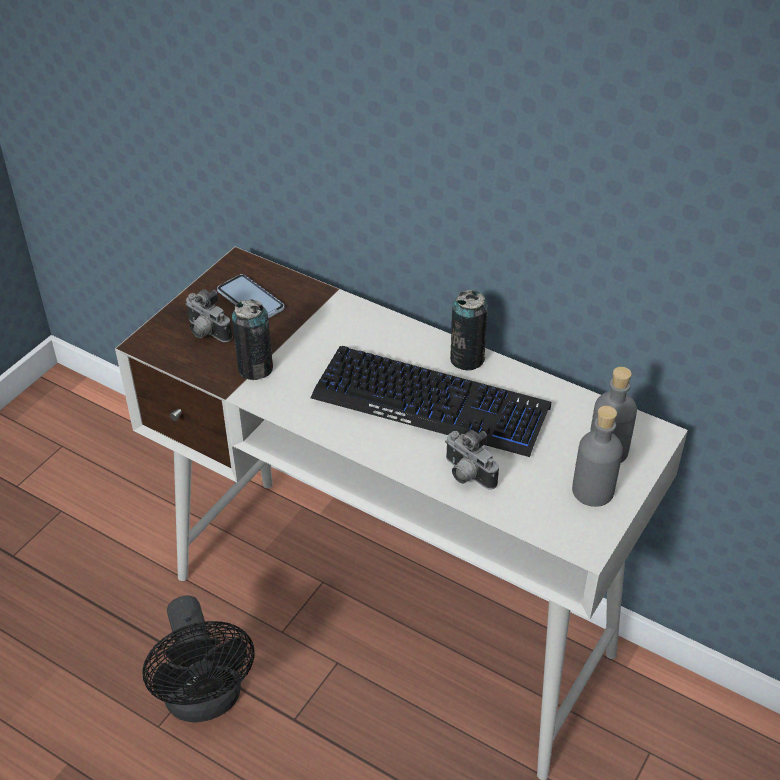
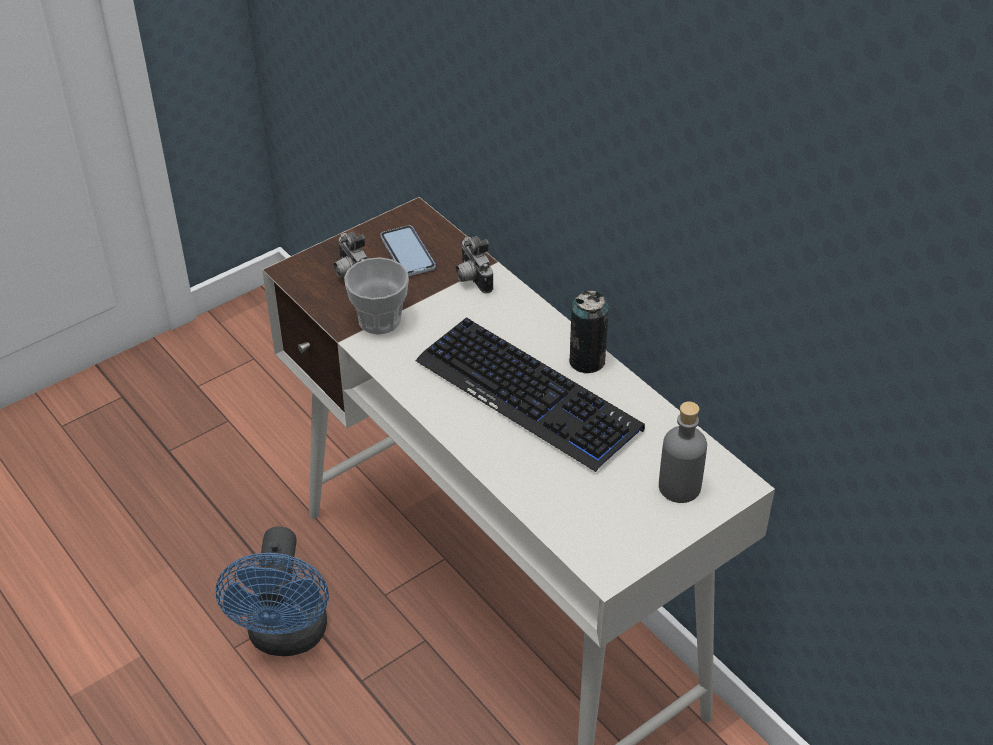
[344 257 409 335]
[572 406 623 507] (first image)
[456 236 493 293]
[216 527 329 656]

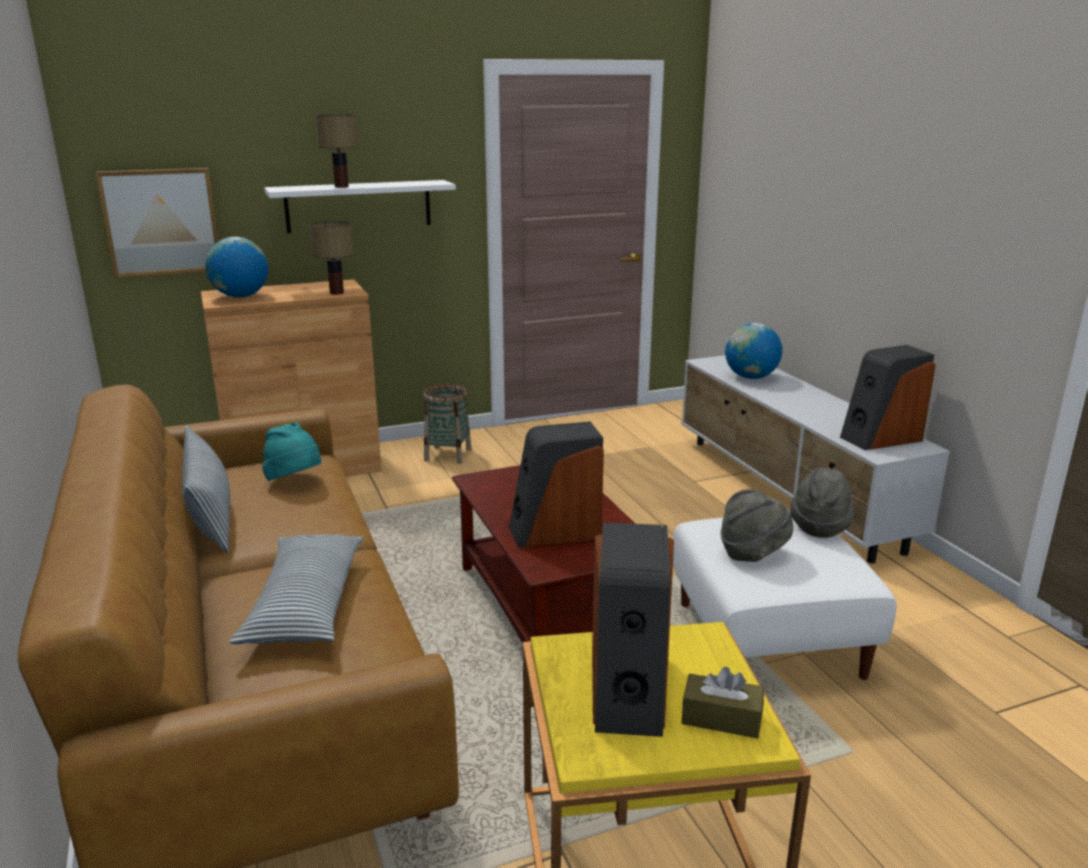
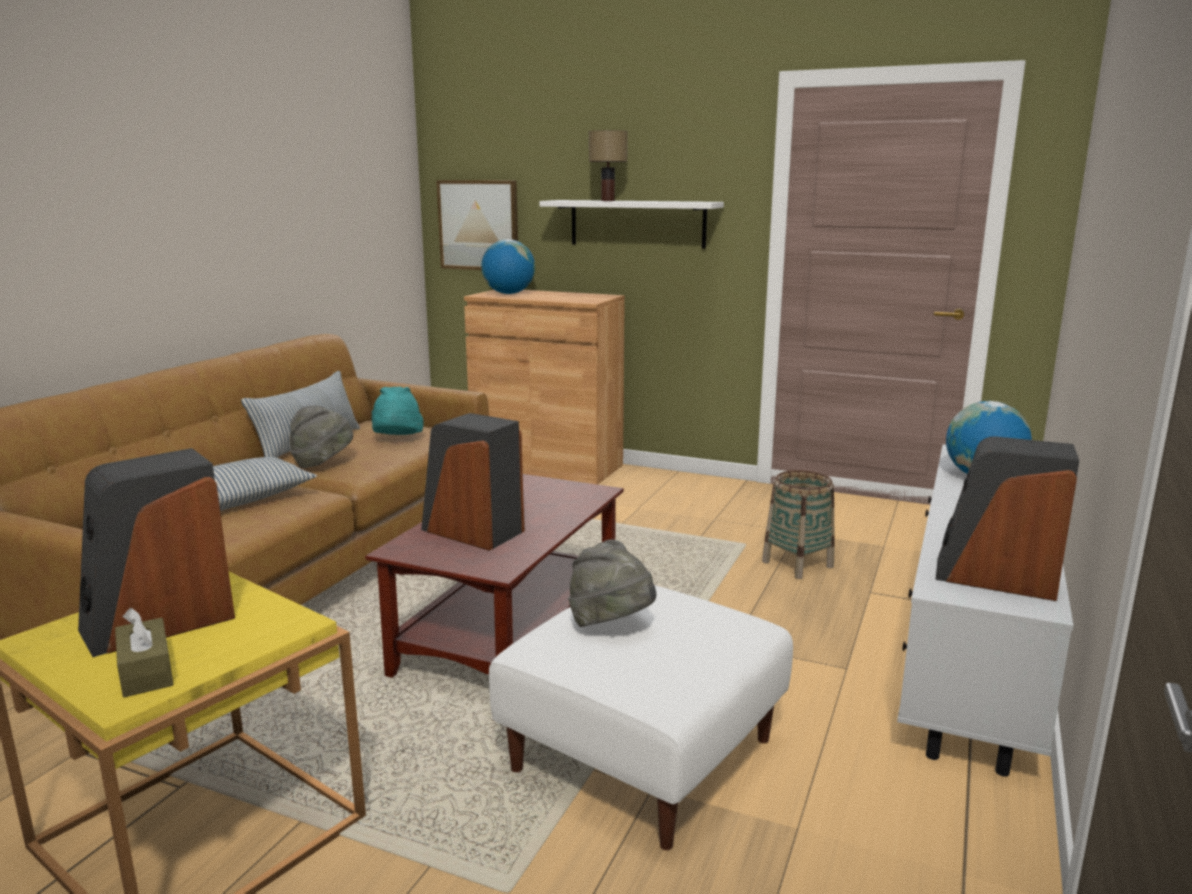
[310 221 354 295] (first image)
[762 470 835 579]
[290 406 353 468]

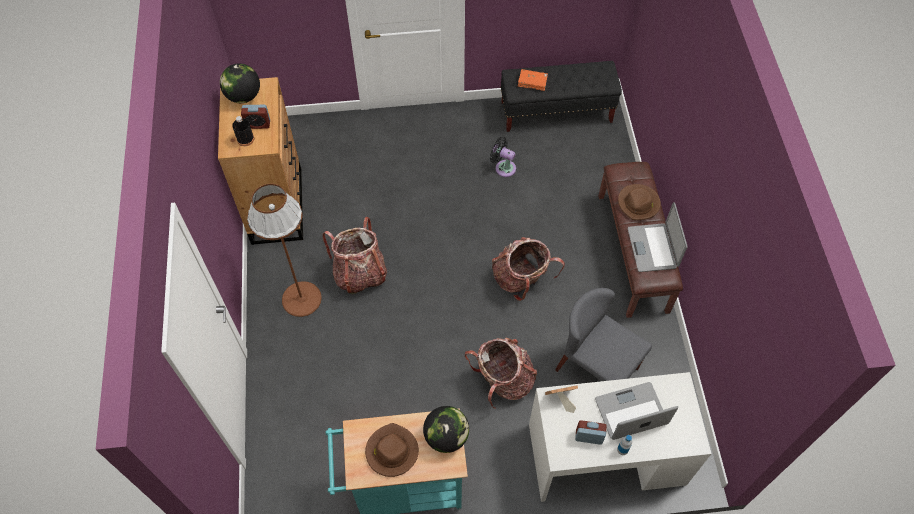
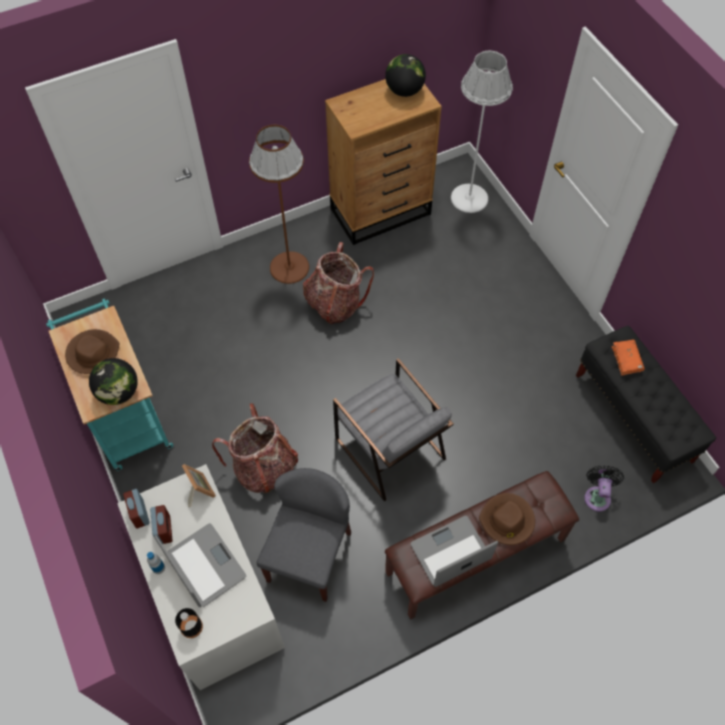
[123 489 150 529]
[175 608 203 638]
[584 465 624 512]
[333 358 454 501]
[451 51 513 213]

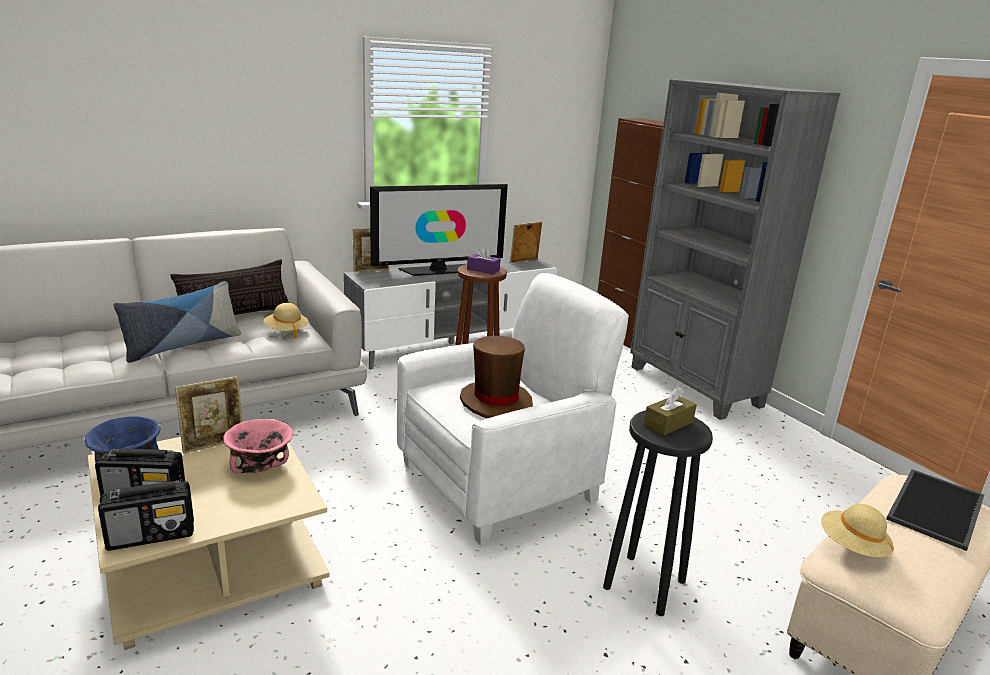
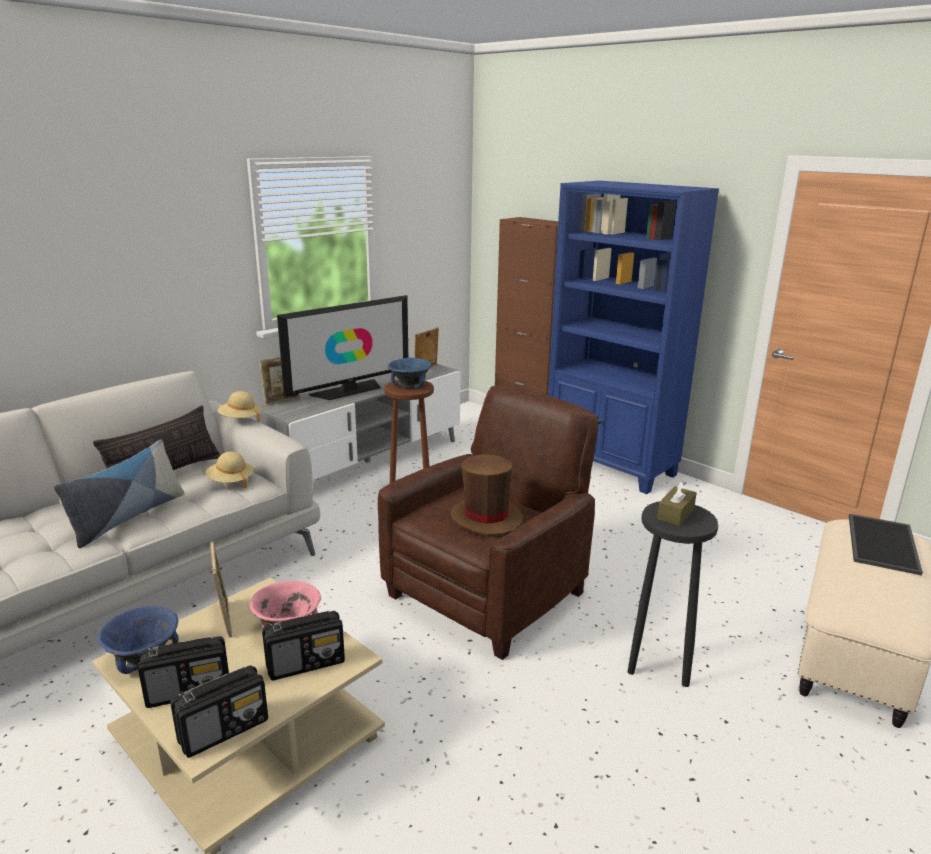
[548 181 719 494]
[388 358 432 389]
[378 385 598 660]
[210 541 232 637]
[218 391 262 422]
[262 611 345 681]

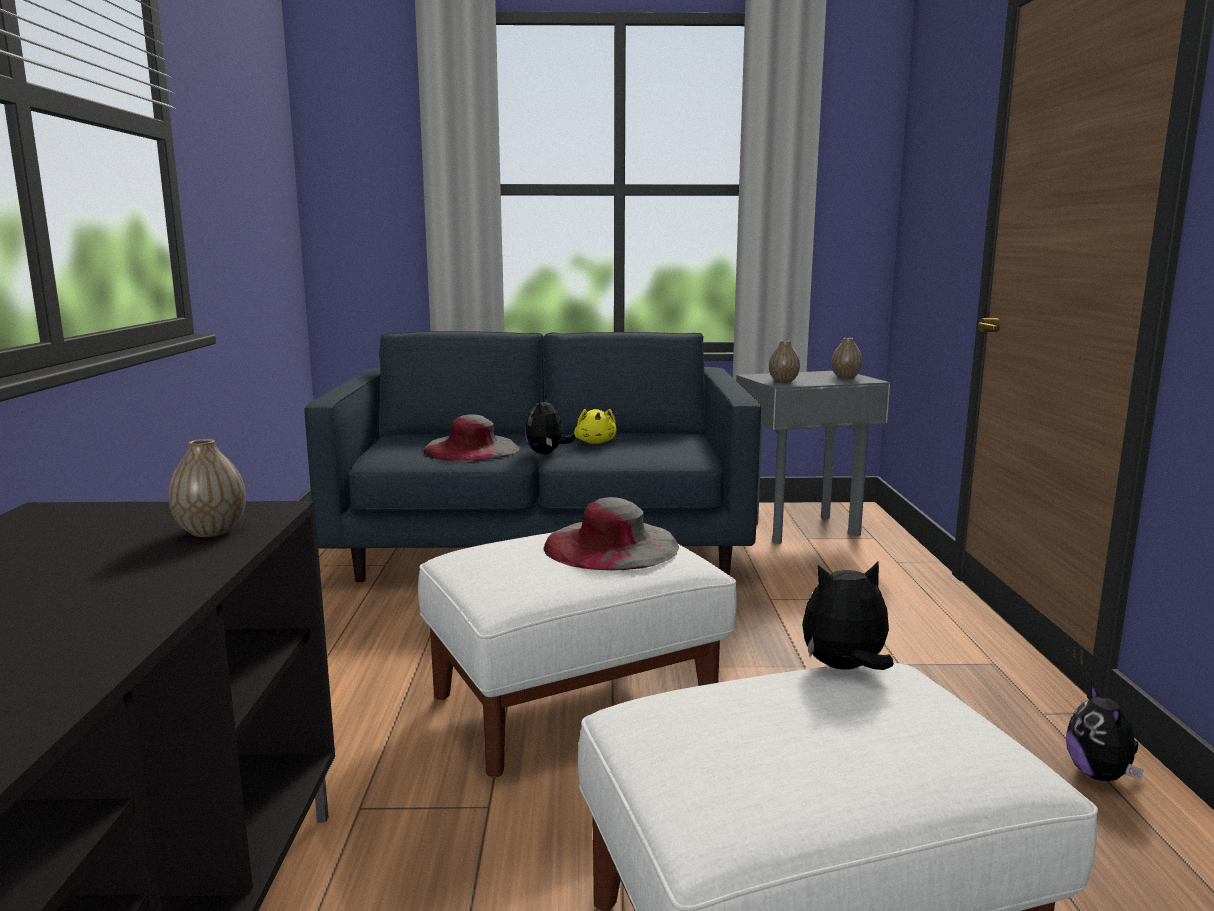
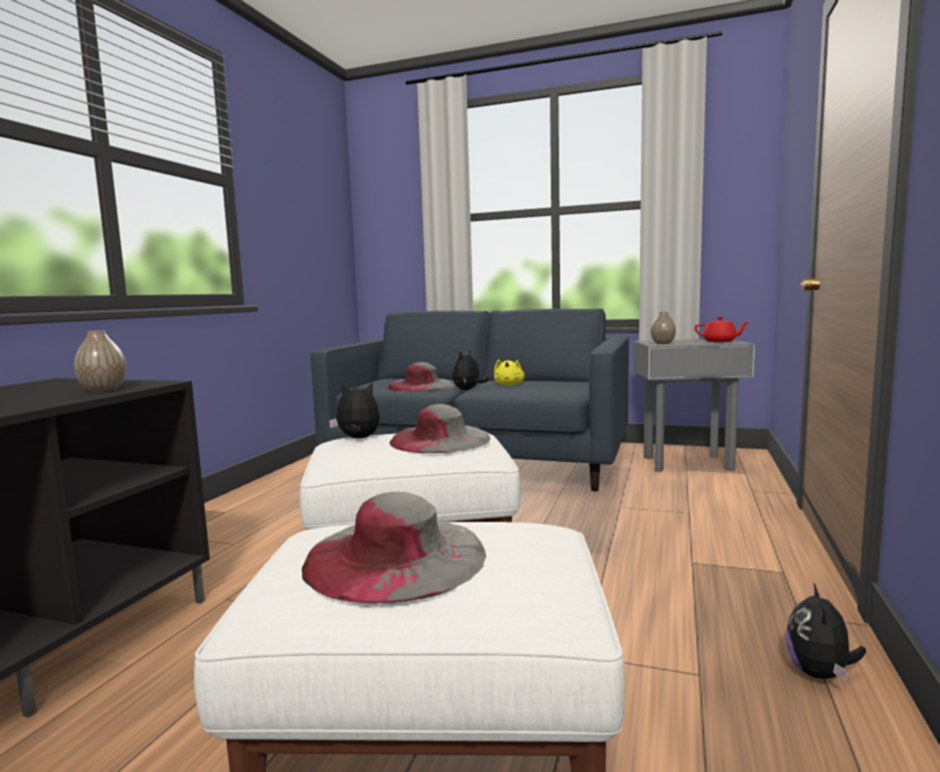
[695 317 749 342]
[329 383 380 438]
[302 492 486 603]

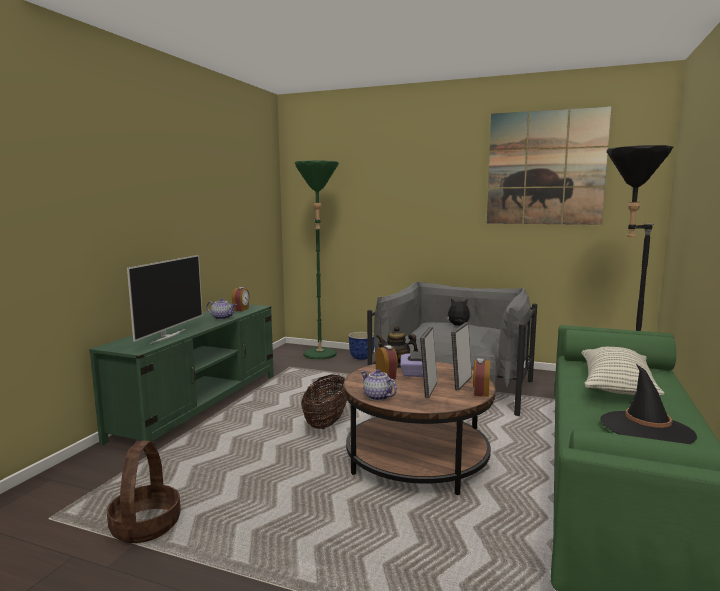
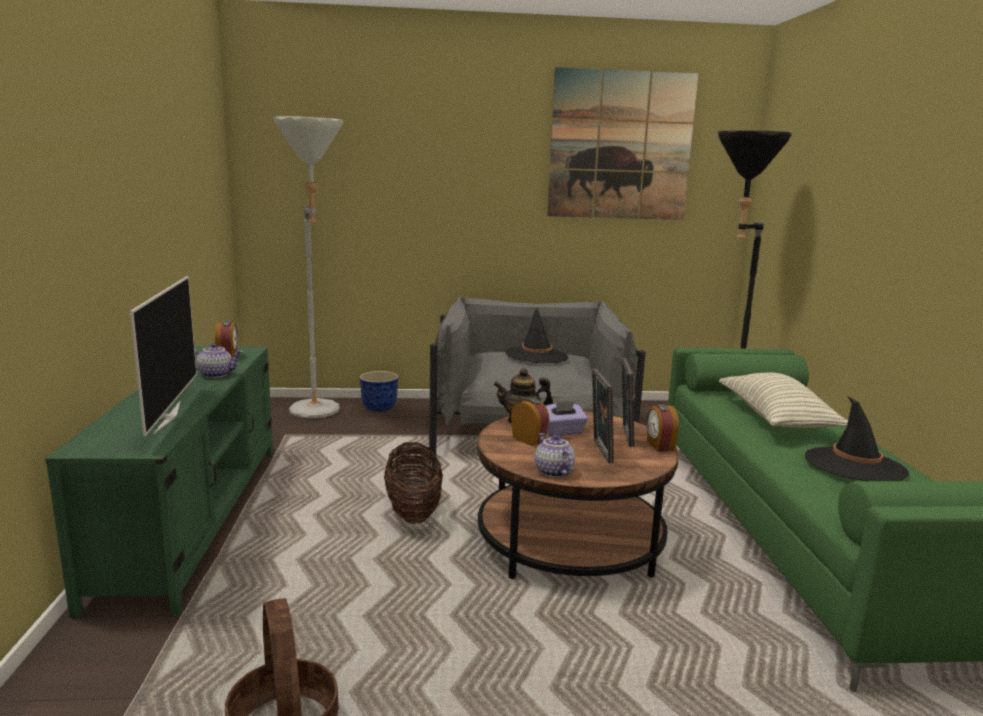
[273 116 343 419]
[505 307 569 363]
[535 433 575 477]

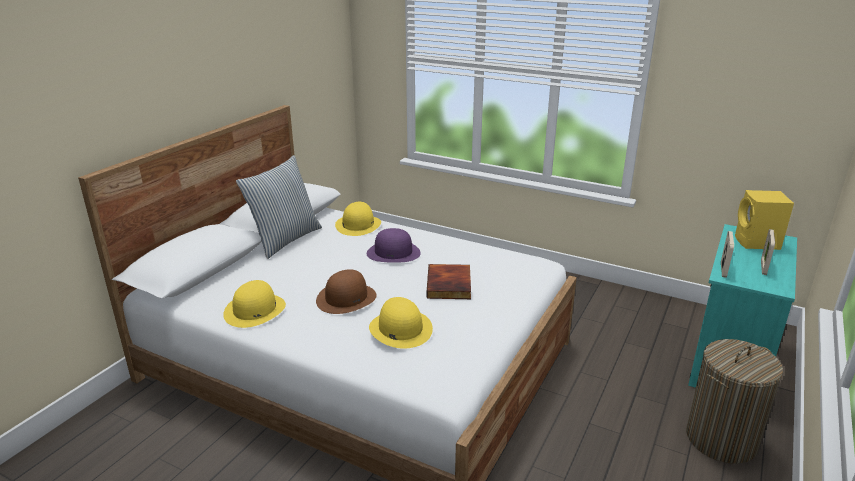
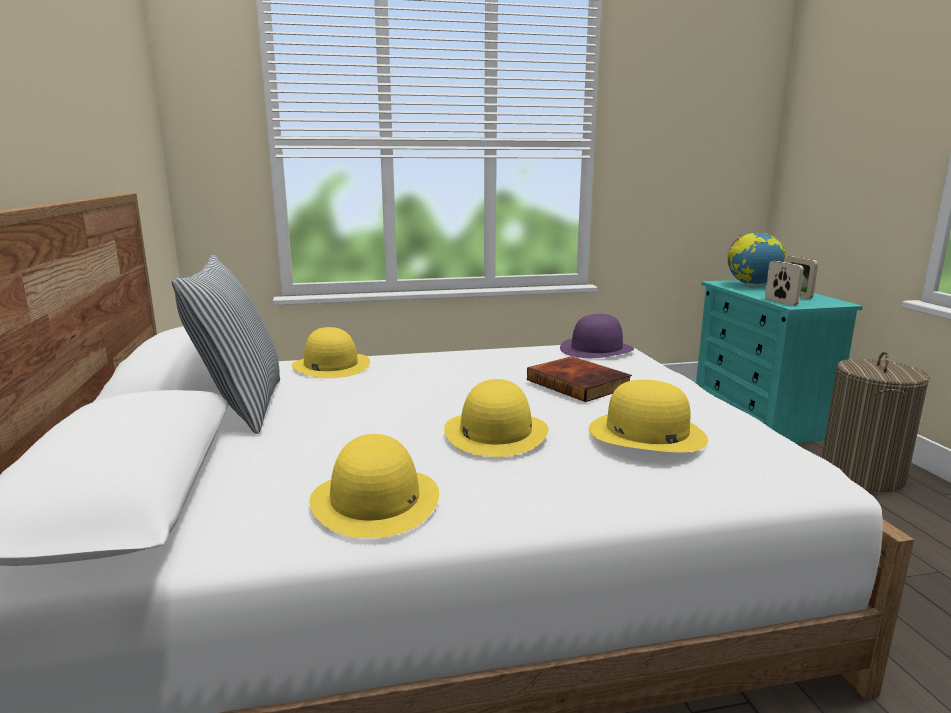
[728 233 785 286]
[560 314 634 358]
[444 379 548 457]

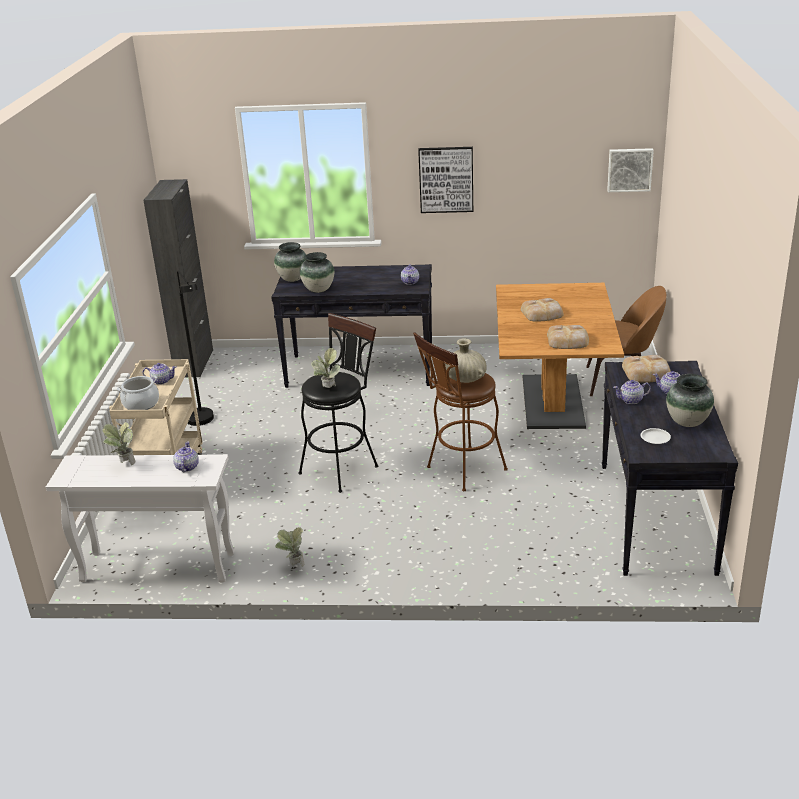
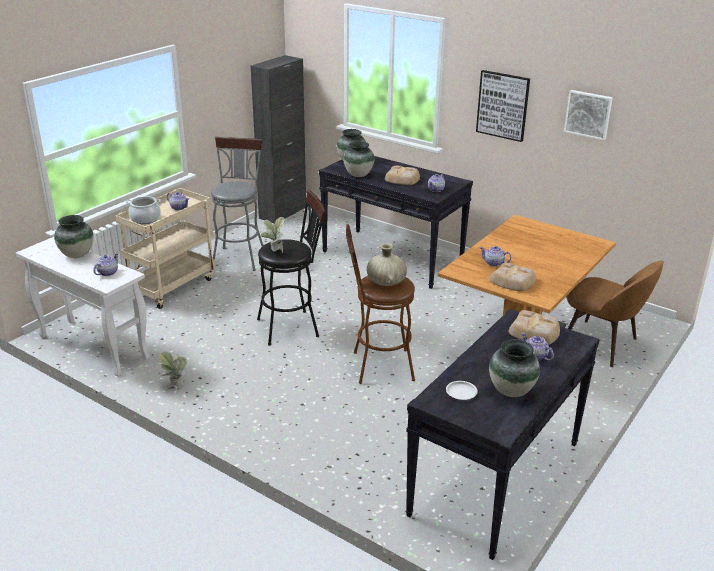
[564 90 613 140]
[211 137 263 271]
[385 166 420 185]
[479 246 511 267]
[54 215 93 258]

